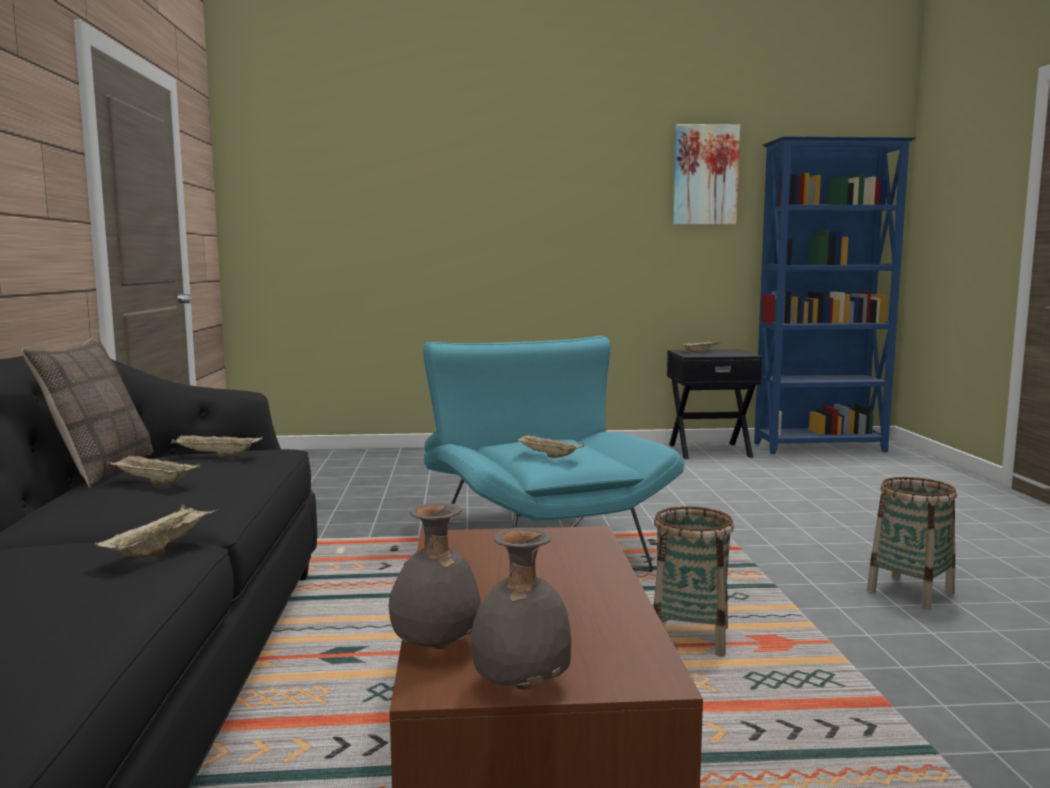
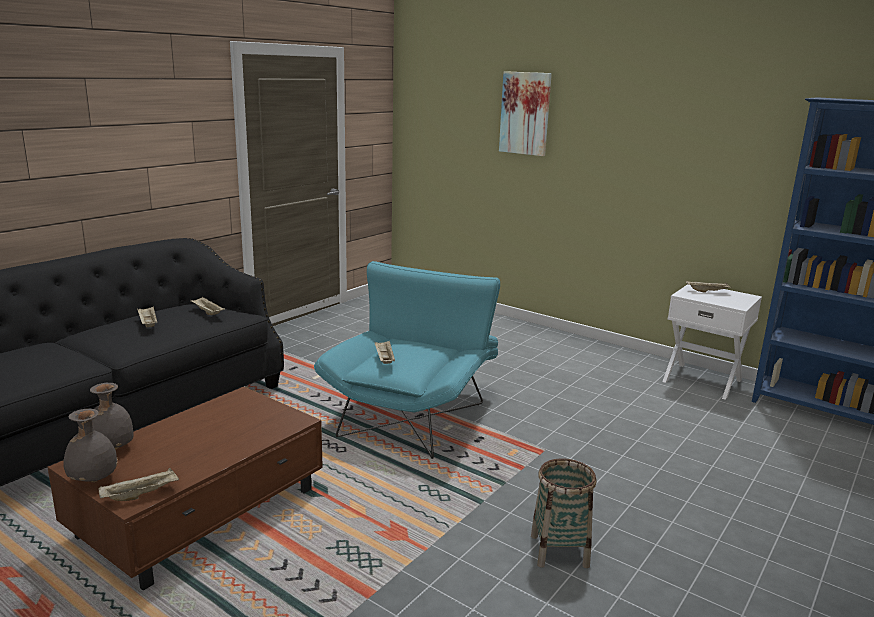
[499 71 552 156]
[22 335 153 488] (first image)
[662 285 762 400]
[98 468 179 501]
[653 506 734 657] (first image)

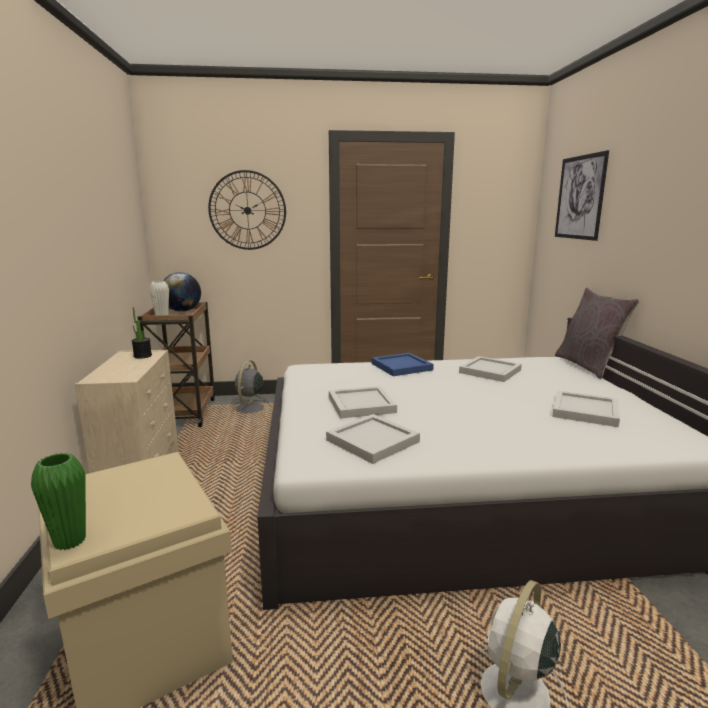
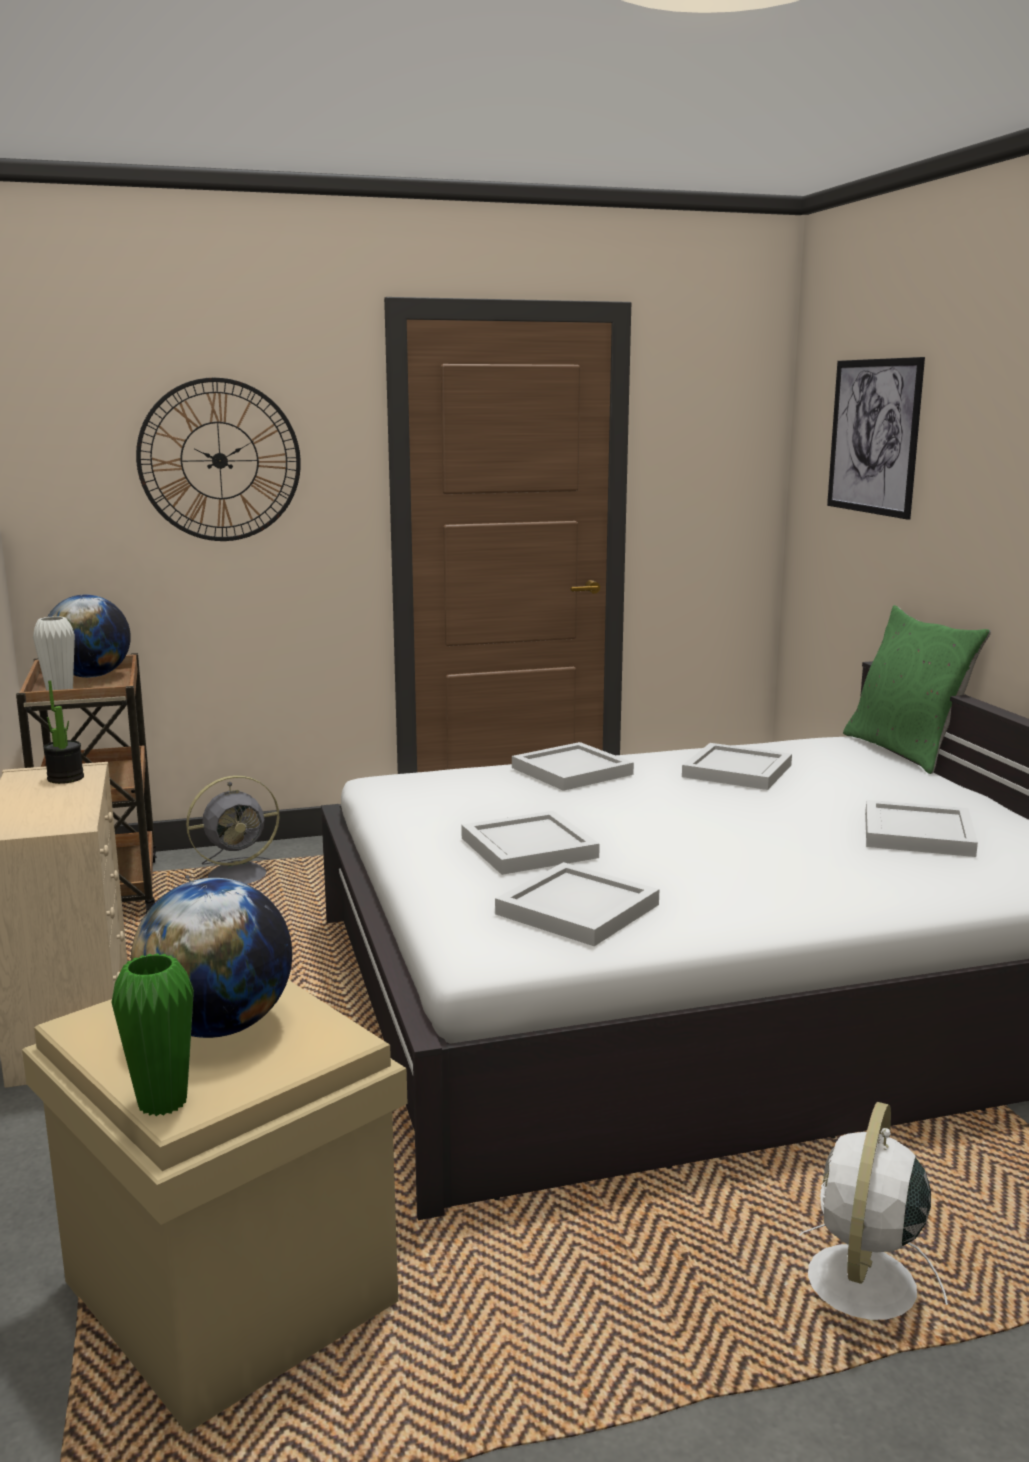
[843 605 991 774]
[512 742 634 791]
[185 775 279 884]
[131 878 292 1038]

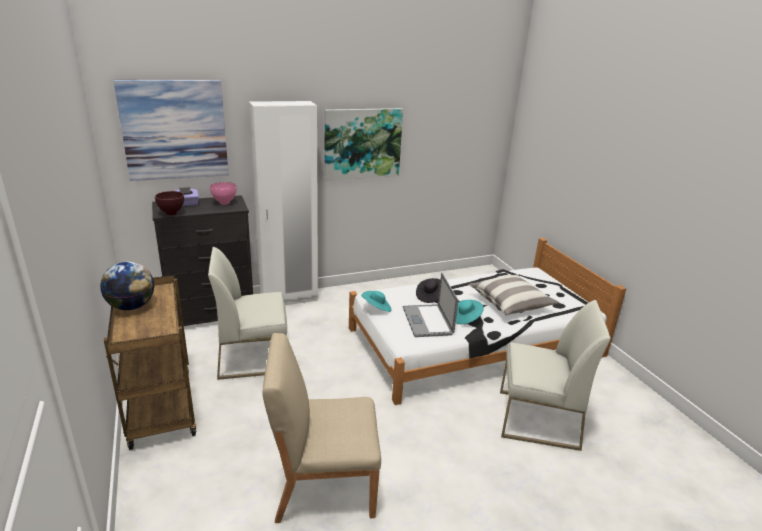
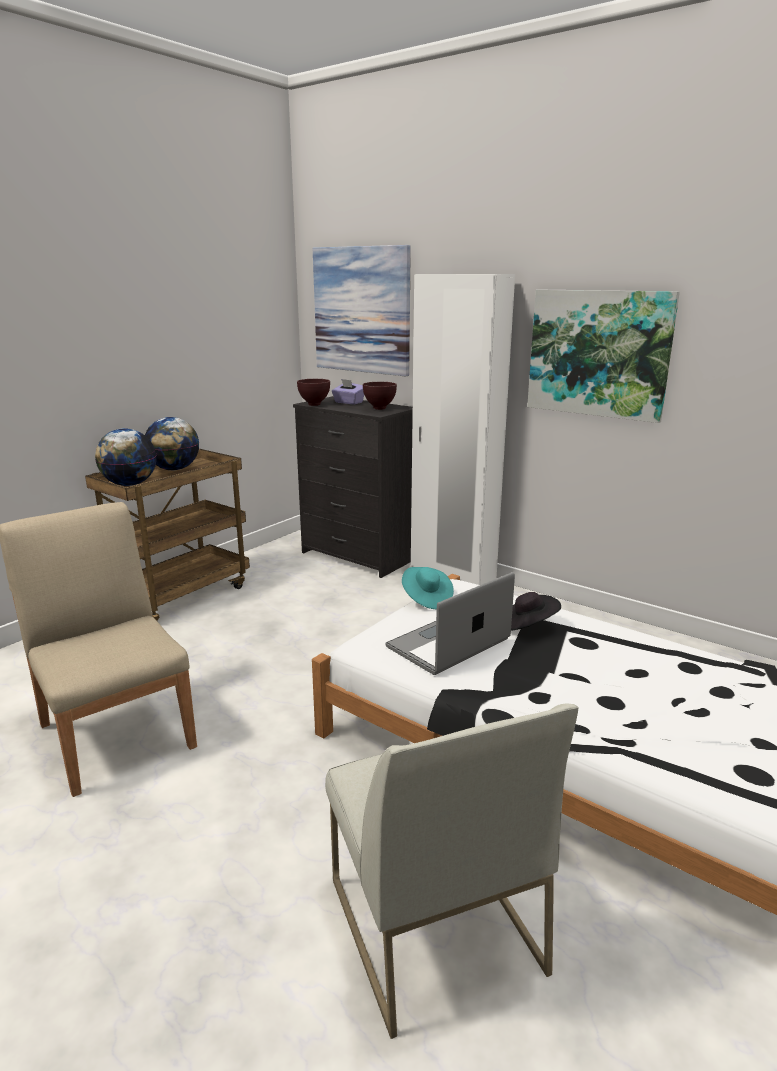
[363 382 397 410]
[208 247 287 380] (first image)
[469 274 559 315] (first image)
[456 300 484 324] (first image)
[95 428 157 486]

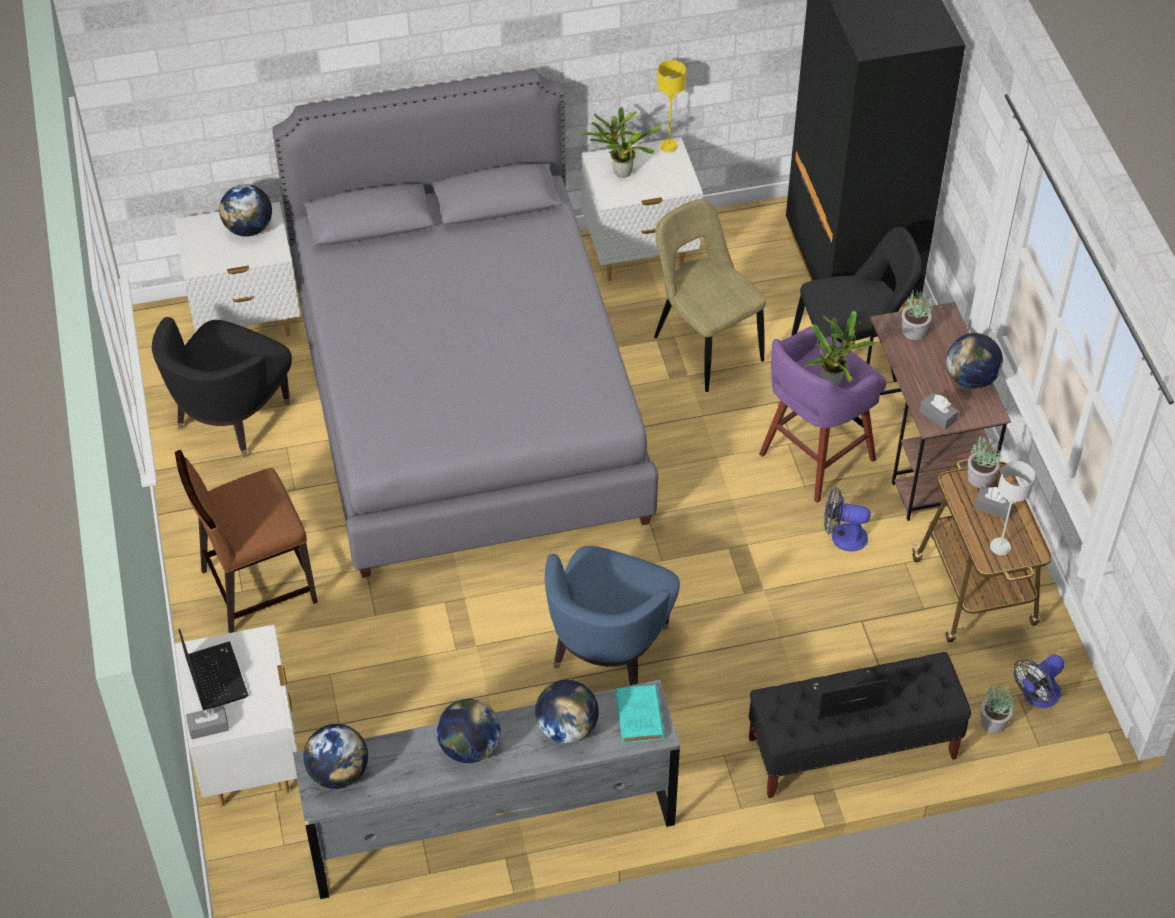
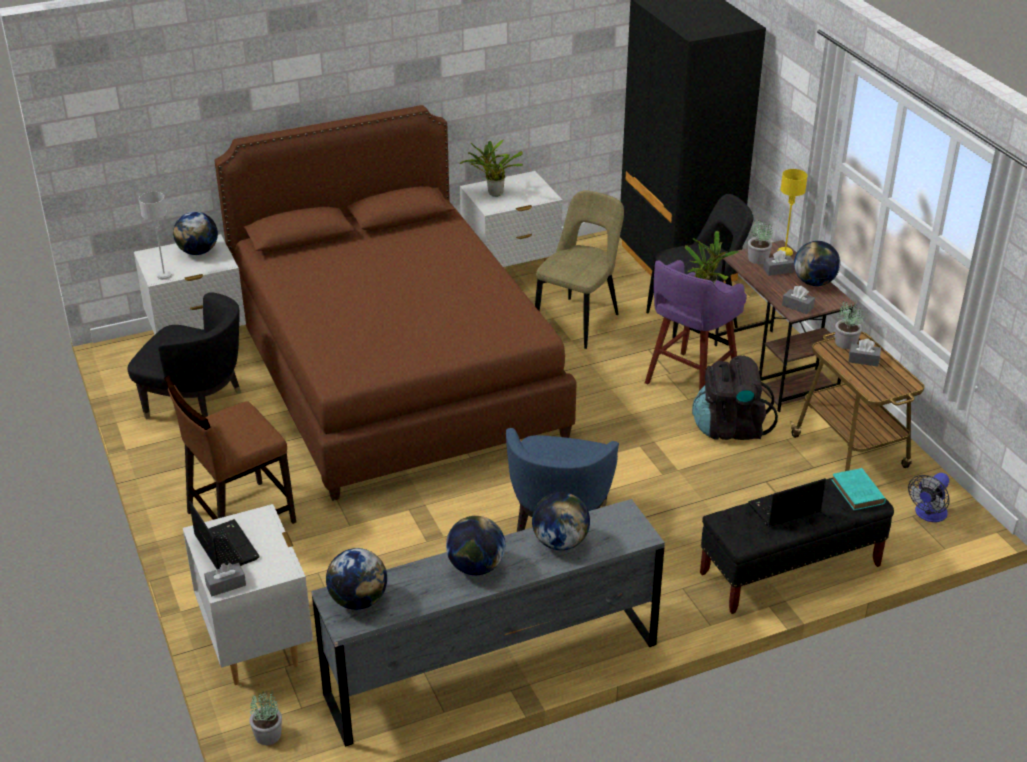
[778 169 807 256]
[215 105 577 501]
[535 190 624 349]
[127 292 241 419]
[139 192 172 280]
[692 356 778 440]
[249 689 282 745]
[831 468 886 510]
[763 250 794 276]

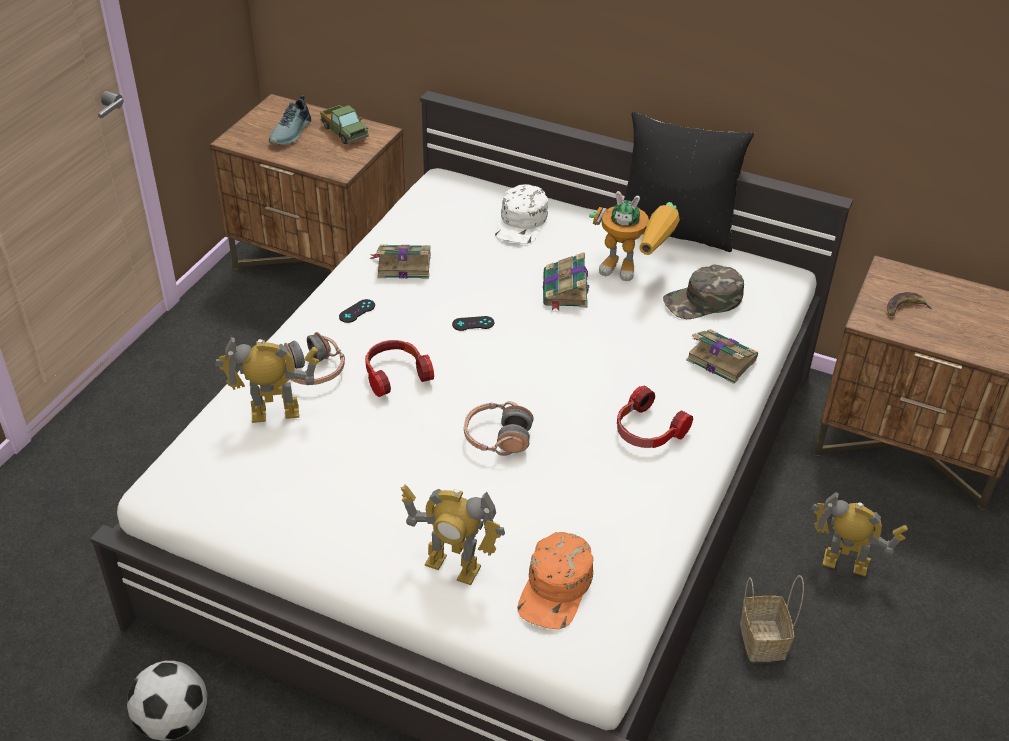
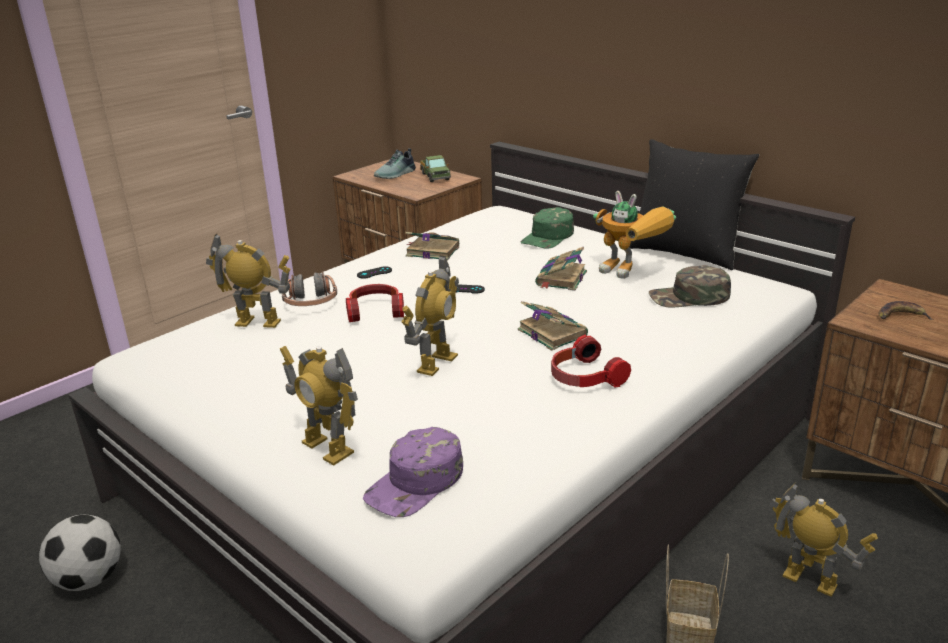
[521 207 574 248]
[518 301 588 351]
[402 255 459 376]
[363 427 463 517]

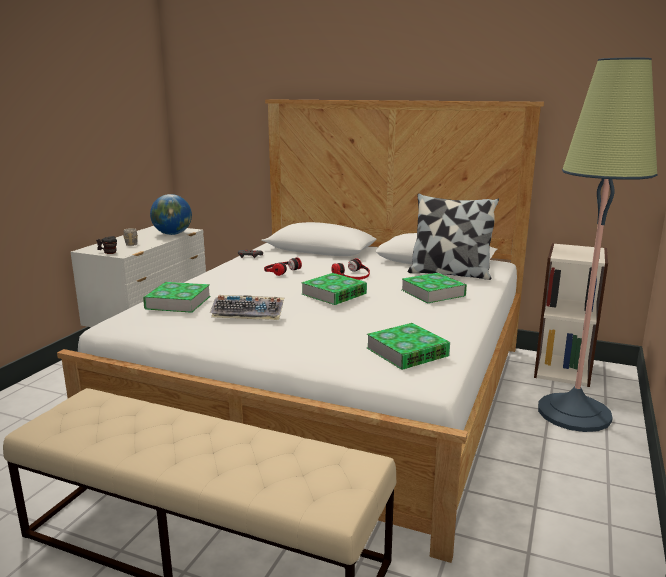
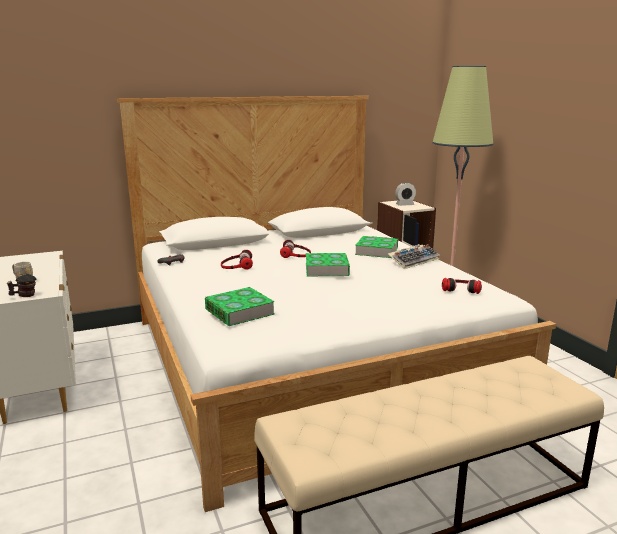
[408 193 499 280] (first image)
[150 194 192 235] (first image)
[387 244 439 269]
[442 278 482 294]
[395 182 416 206]

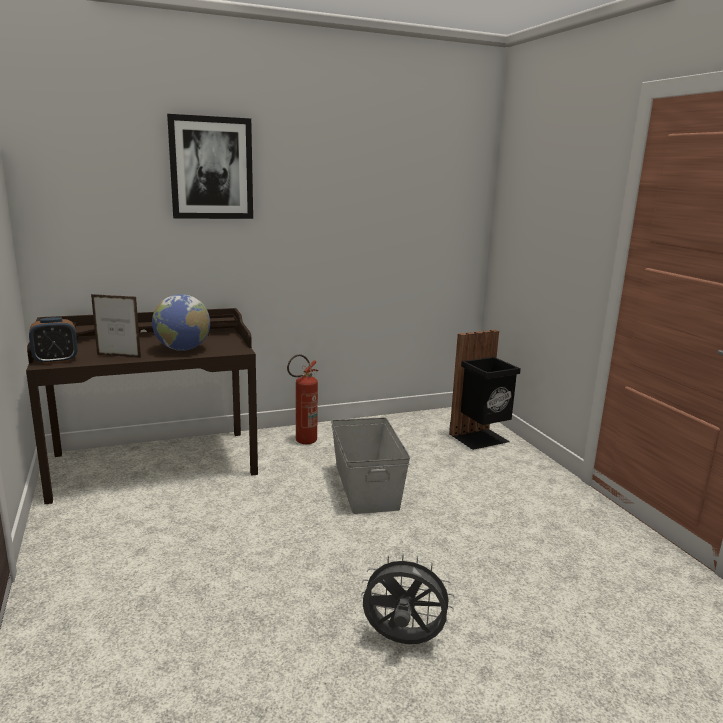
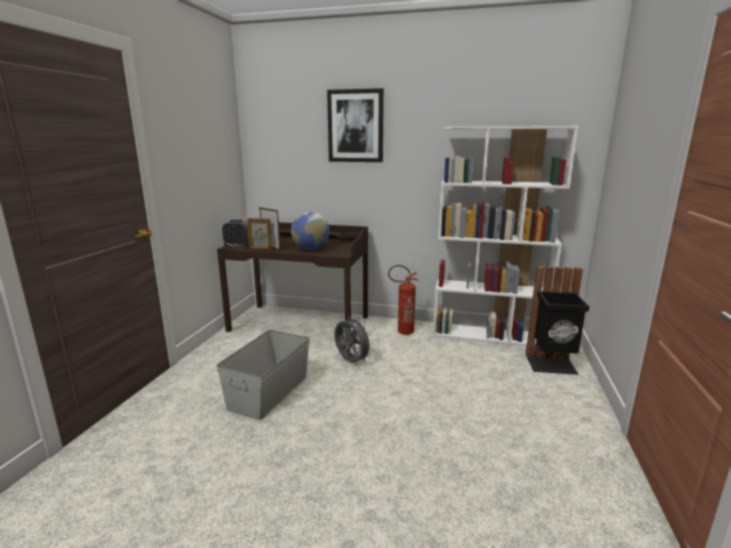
[216 330 310 420]
[334 315 373 363]
[433 126 578 346]
[247 218 272 251]

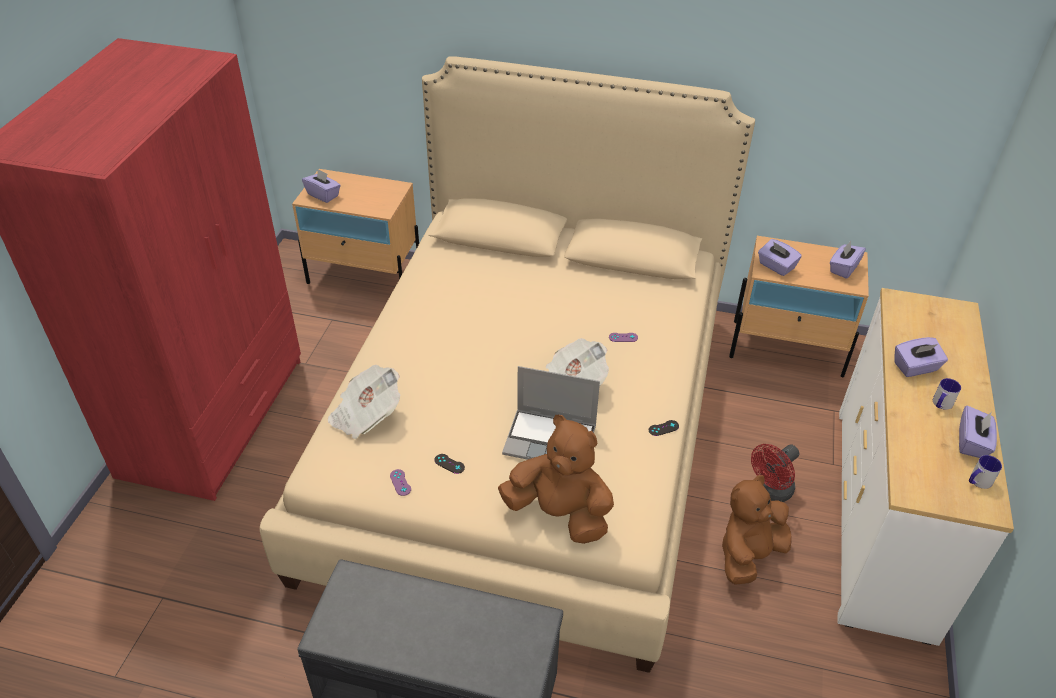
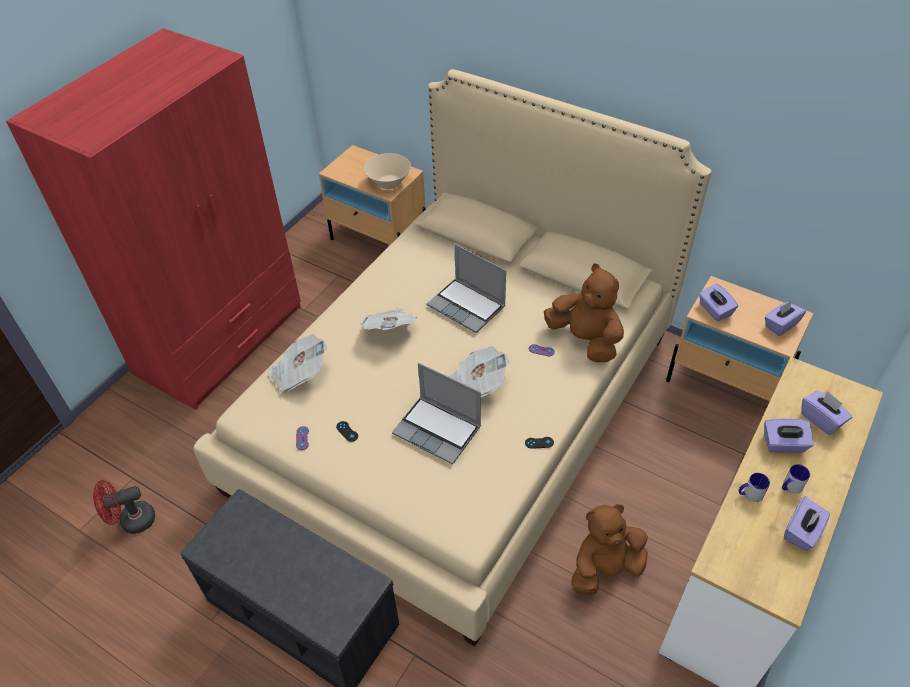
[801 390 852 435]
[544 263 624 362]
[93 480 155 534]
[739 473 770 502]
[364 153 411 189]
[427 244 506 333]
[360 308 417 330]

